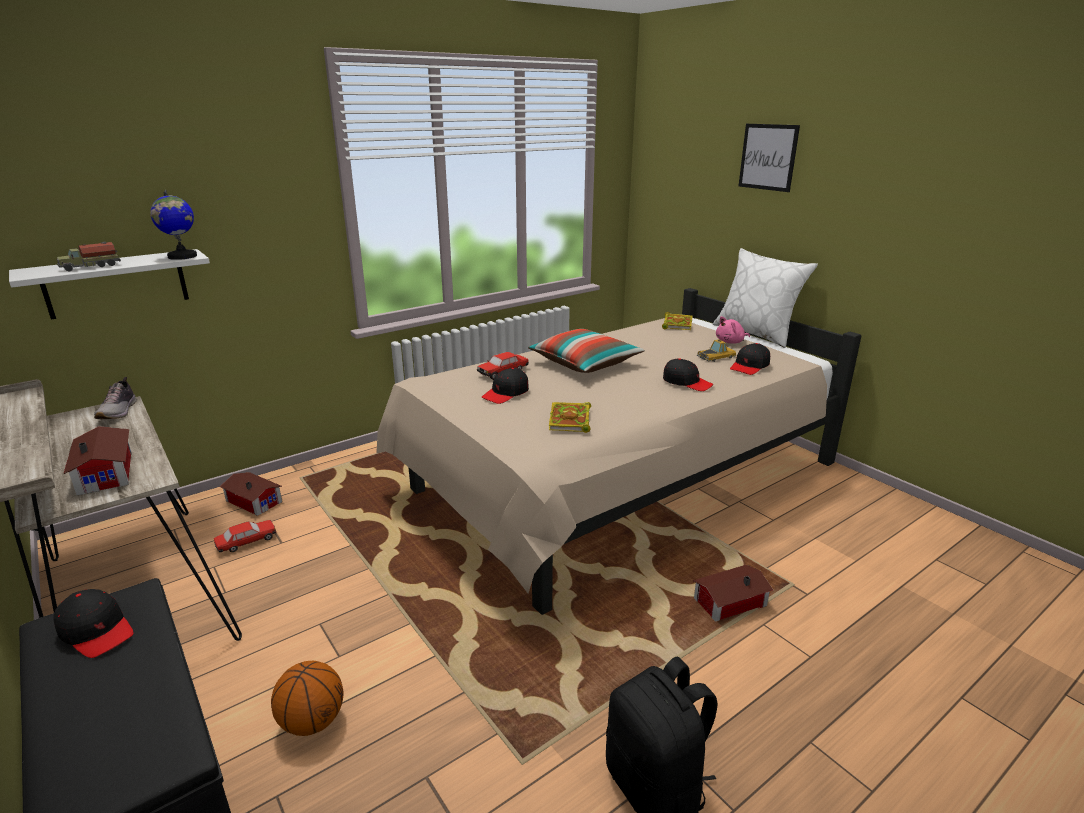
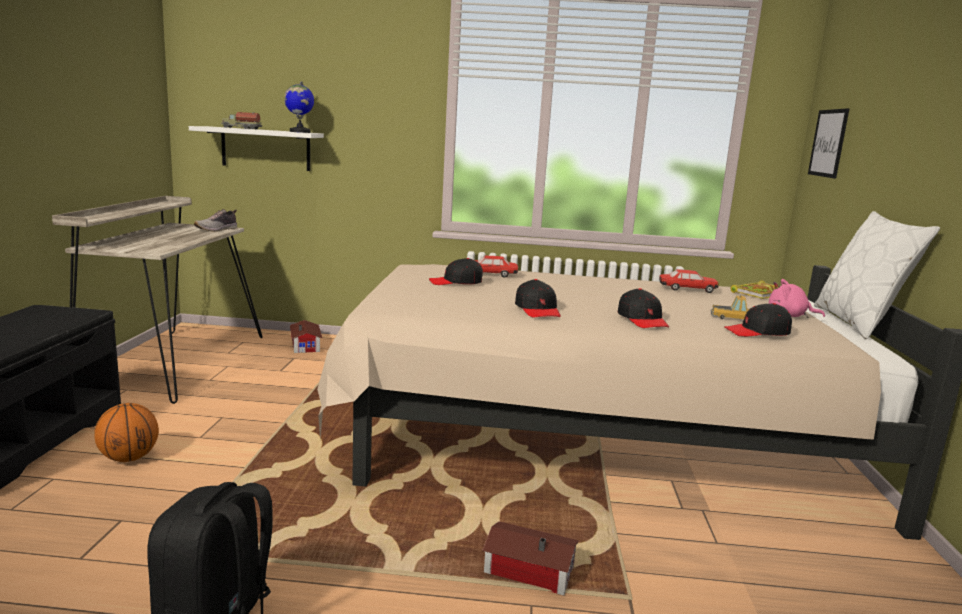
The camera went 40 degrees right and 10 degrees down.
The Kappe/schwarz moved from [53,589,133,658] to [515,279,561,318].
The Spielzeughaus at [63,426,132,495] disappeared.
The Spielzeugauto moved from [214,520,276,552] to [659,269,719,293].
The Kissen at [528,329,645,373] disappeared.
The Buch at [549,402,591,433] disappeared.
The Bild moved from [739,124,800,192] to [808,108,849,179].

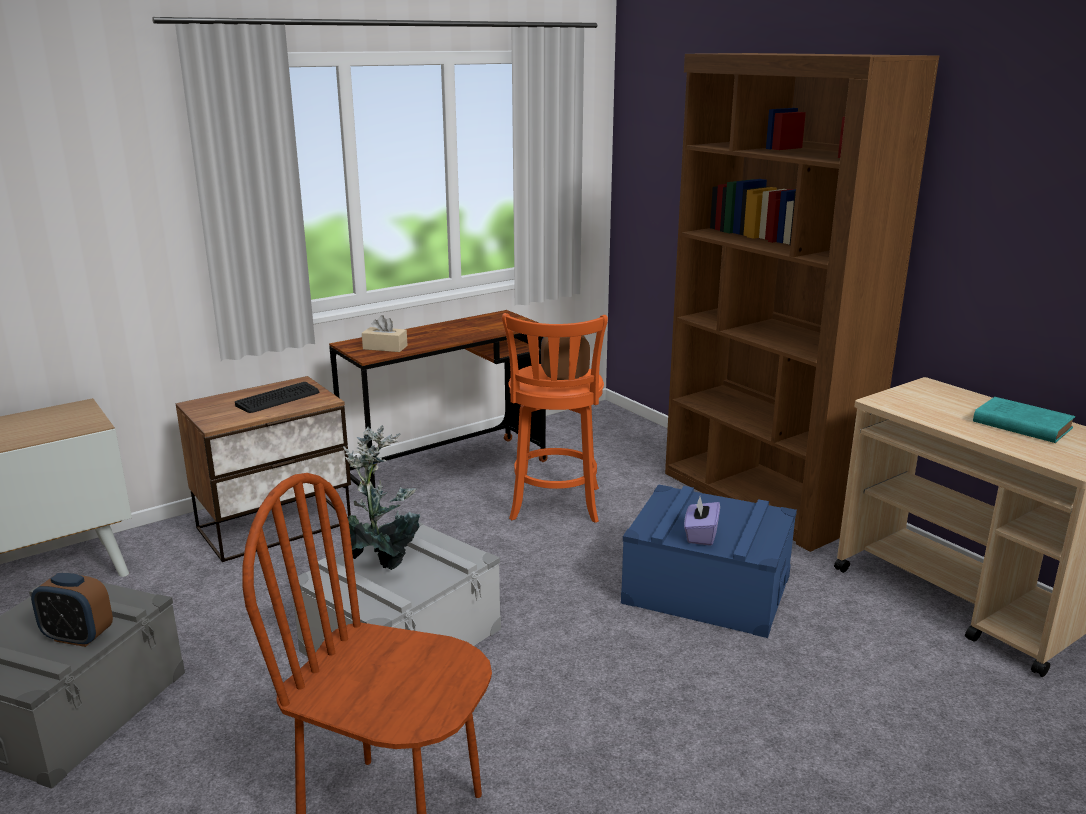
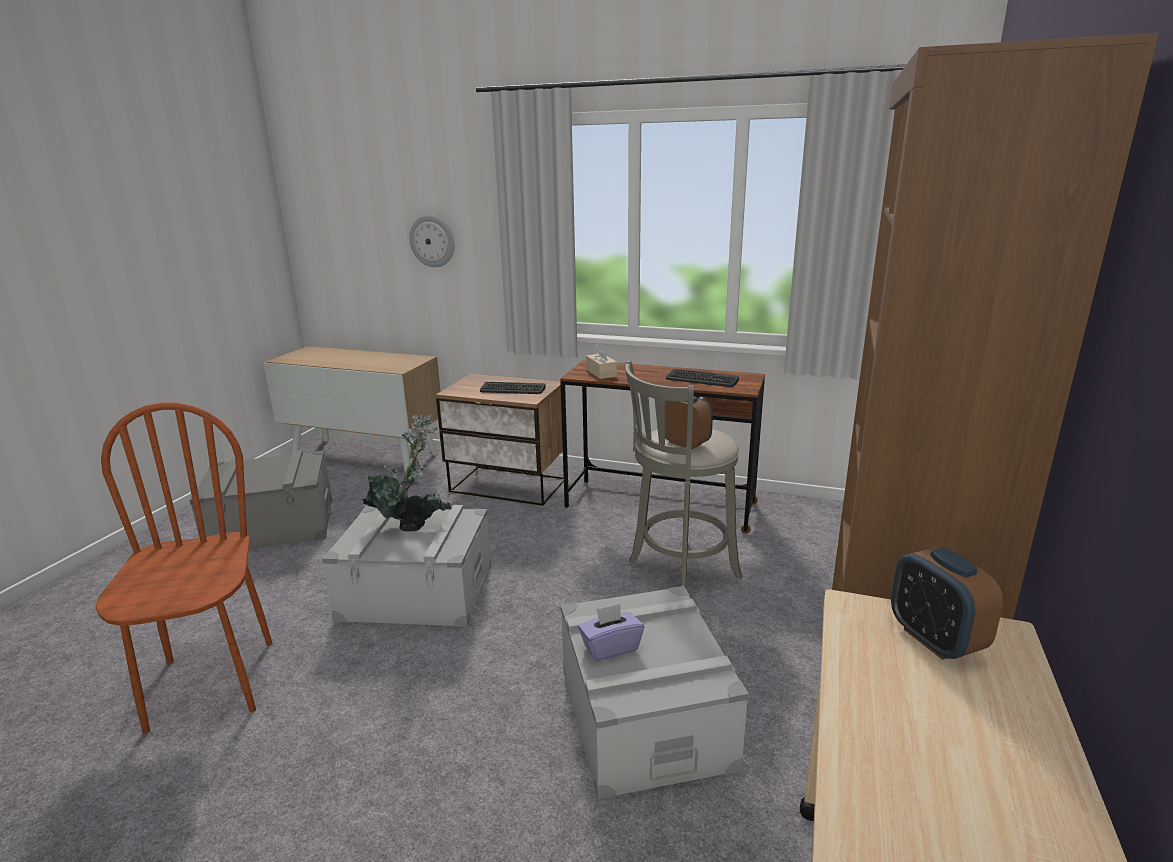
The camera went 55 degrees right and 0 degrees up.
The Wecker moved from [31,573,113,647] to [891,547,1003,660].
The Hocker/orange at [502,313,608,523] became the Hocker/grau at [625,361,742,589].
The Aufbewahrungsbox/blau at [621,484,797,638] became the Aufbewahrungsbox/grau at [561,586,749,800].
The Buch/türkis at [973,397,1075,443] disappeared.
The Wanduhr at [409,215,455,267] appeared.
The Tastatur at [666,369,739,387] appeared.

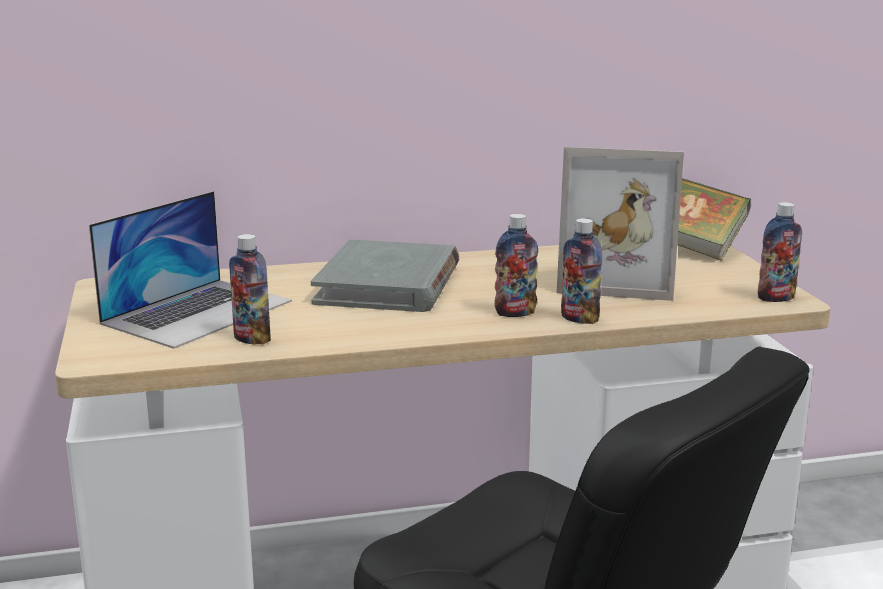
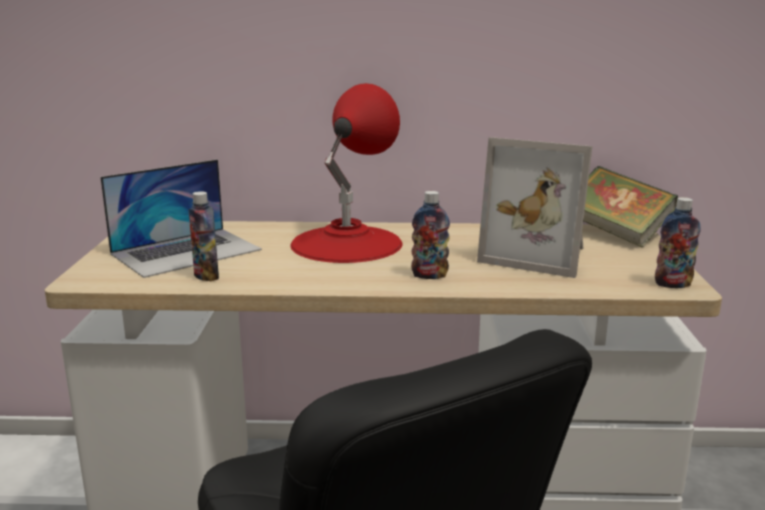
The camera went 15 degrees right and 0 degrees up.
The Buch/grau at [311,240,459,312] was replaced by the Tischlampe/rot at [290,83,403,263].
The Flasche at [561,218,602,324] disappeared.

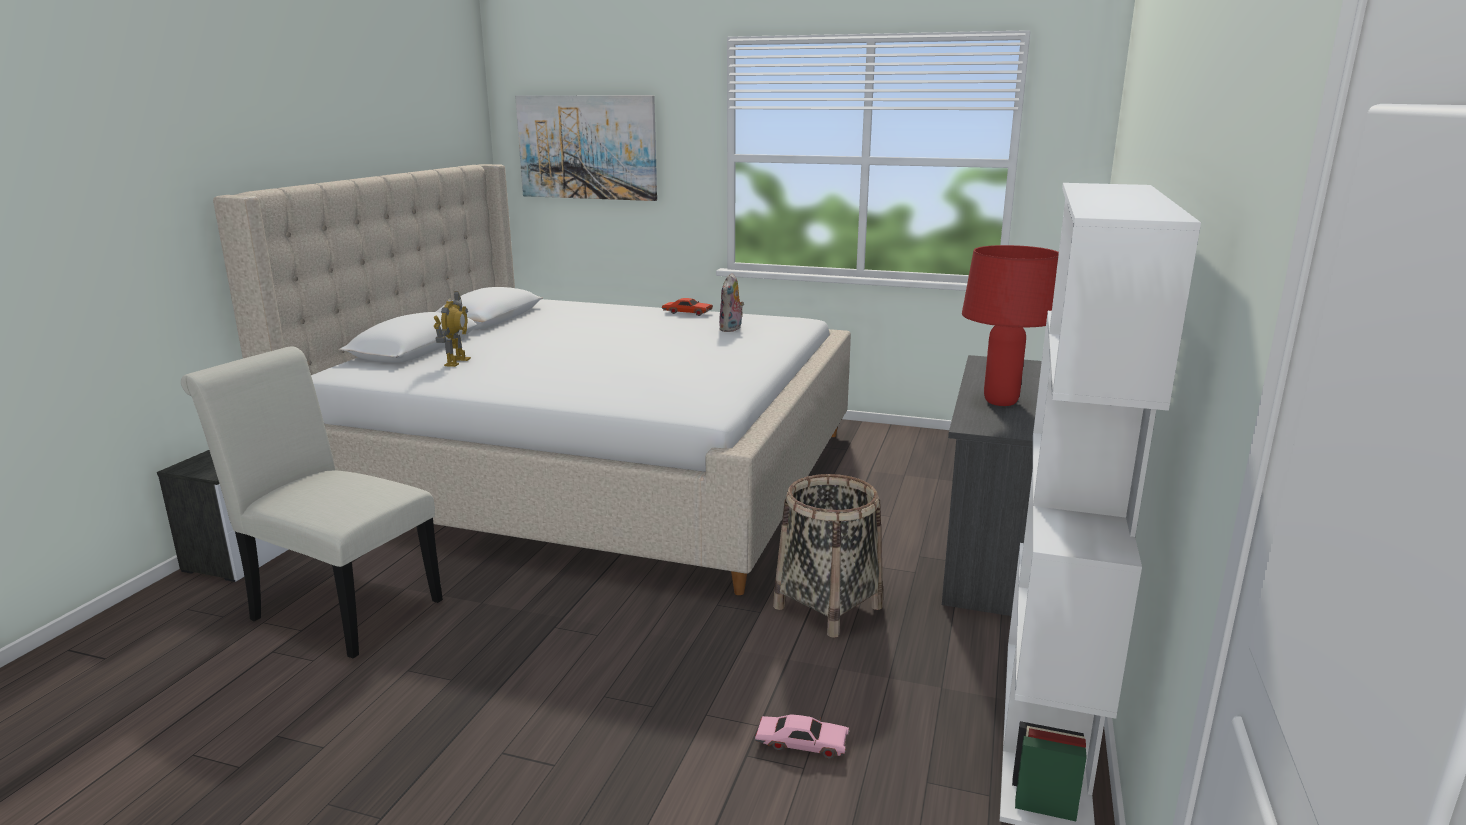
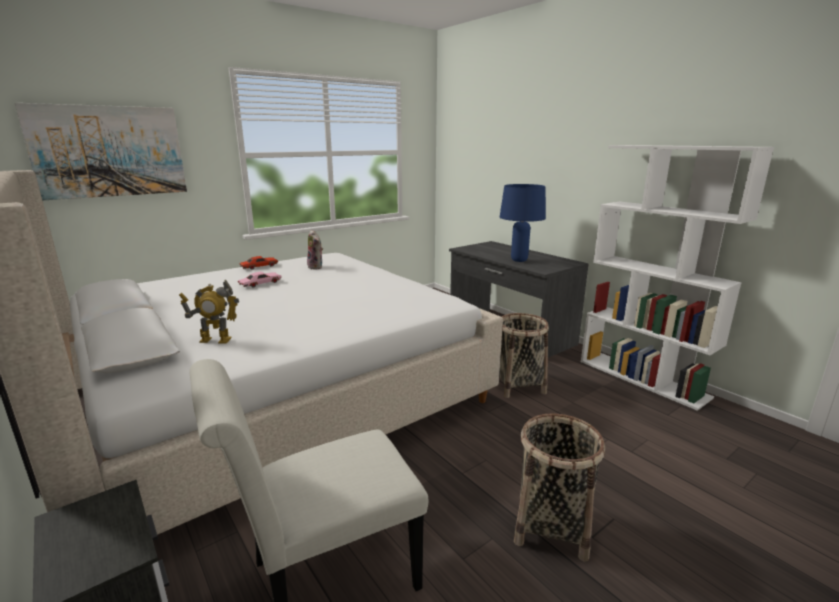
The camera went 55 degrees left and 0 degrees up.
The Spielzeugroboter at [434,291,471,367] turned 135 degrees clockwise.
The Spielzeugauto/rosa moved from [755,714,849,759] to [238,272,282,287].
The Tischlampe/rot at [962,245,1059,406] became the Tischlampe/blau at [500,184,546,262].
The Korb at [514,413,605,562] appeared.

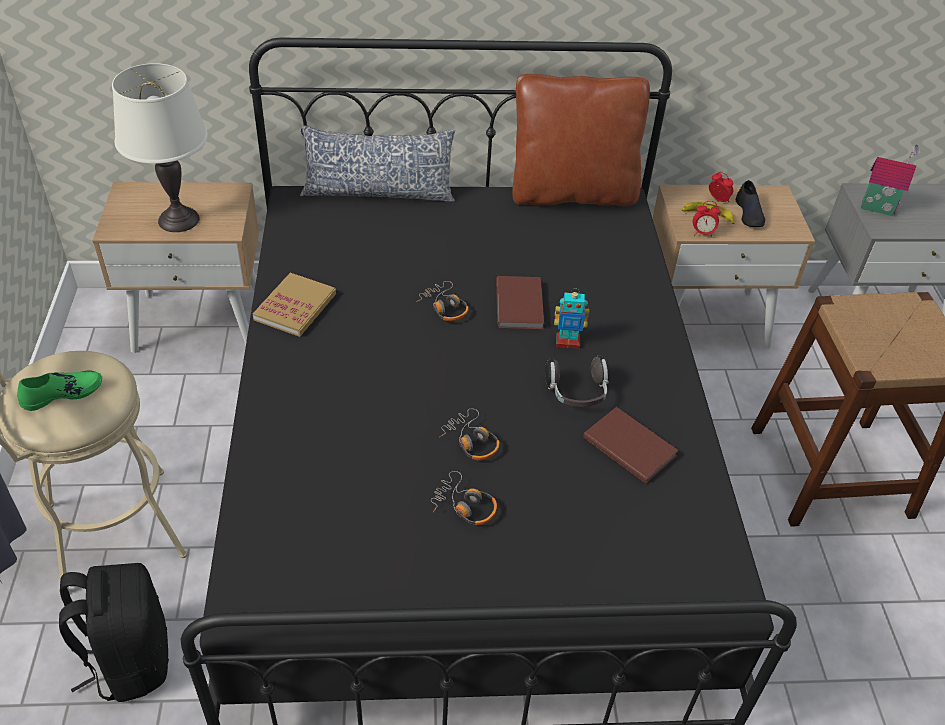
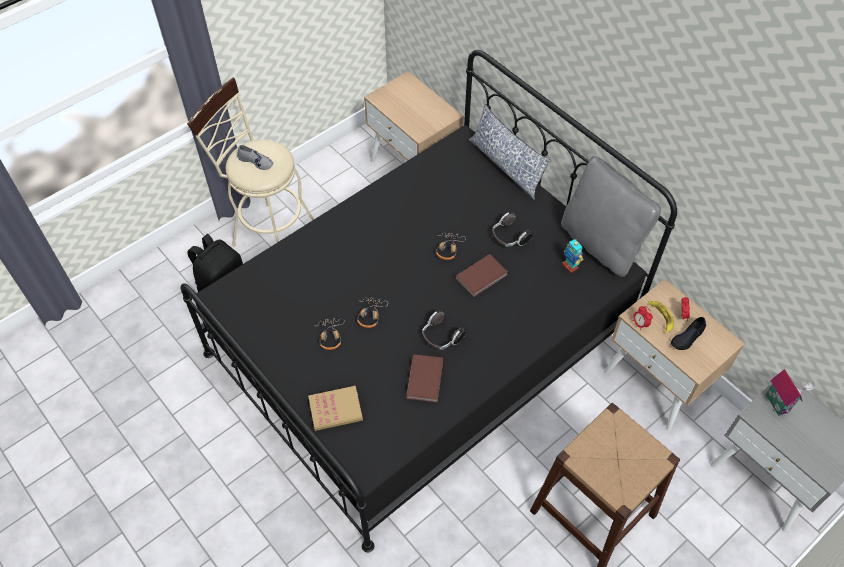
The camera went 55 degrees right and 10 degrees up.
The Schuh/grün at [17,370,102,411] became the Schuh/grau at [237,145,274,170].
The Tischlampe/weiß at [112,63,208,232] disappeared.
The Buch moved from [253,273,336,337] to [308,386,363,431].
The Kissen/braun at [512,74,650,206] became the Kissen/grau at [561,156,661,277].
The Spielzeugroboter moved from [554,288,589,349] to [562,239,583,274].
The Kopfhörer at [492,212,532,247] appeared.

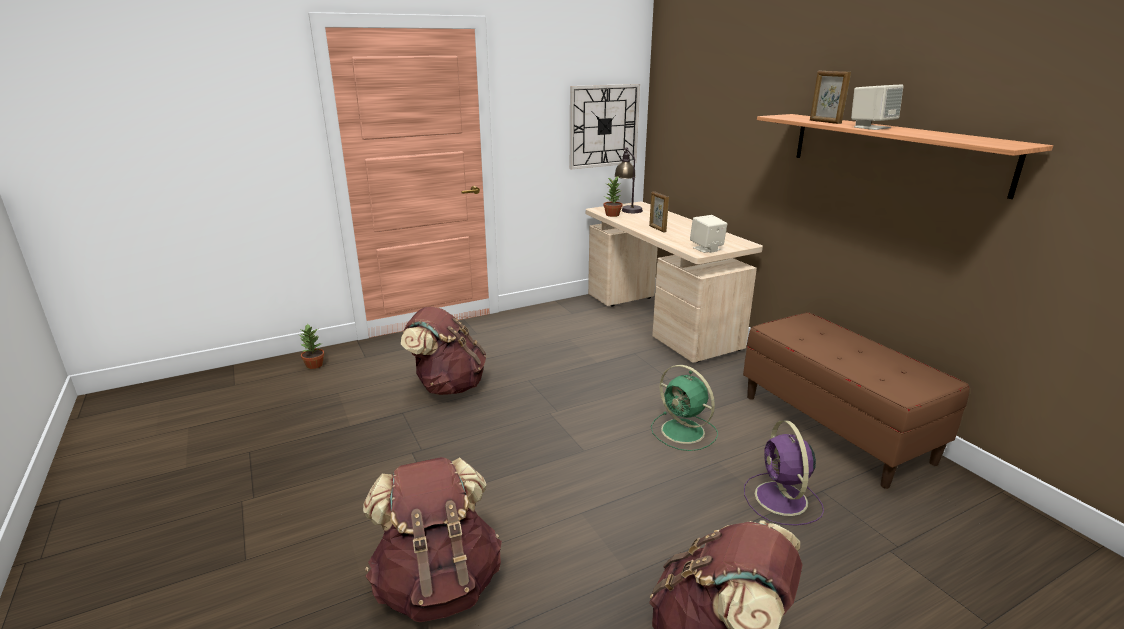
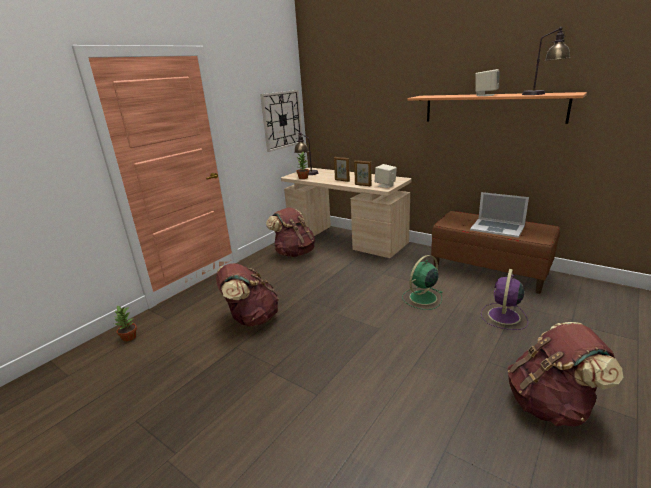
The camera went 25 degrees left and 0 degrees up.
The Rucksack/braun moved from [363,457,502,622] to [266,207,315,257].
The Ventilator/grün at [651,365,718,451] turned 120 degrees clockwise.
The Ventilator/lila at [744,420,824,525] turned 60 degrees clockwise.
The Bilderrahmen moved from [810,71,851,124] to [354,160,372,186].
The Laptop at [470,192,529,238] appeared.
The Tischlampe at [522,27,570,95] appeared.

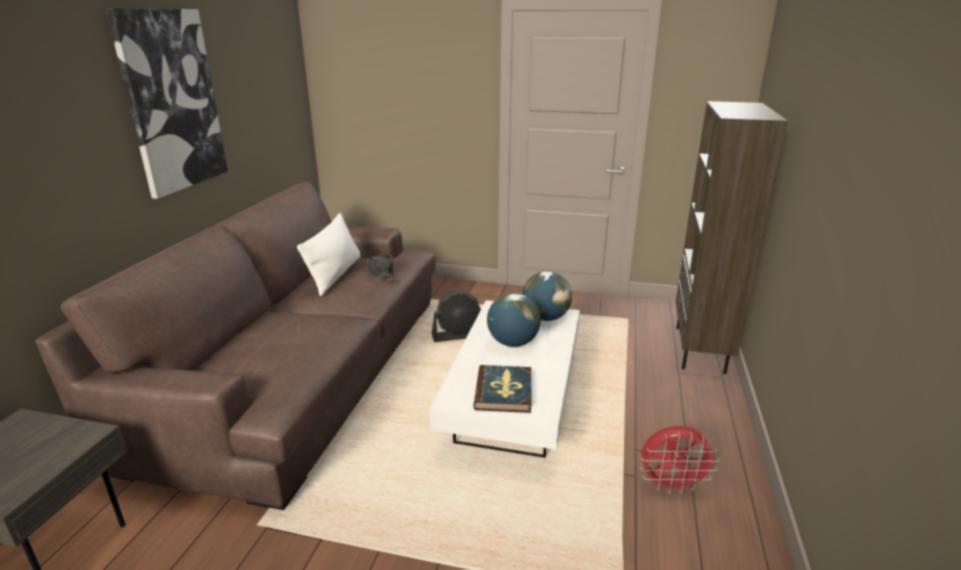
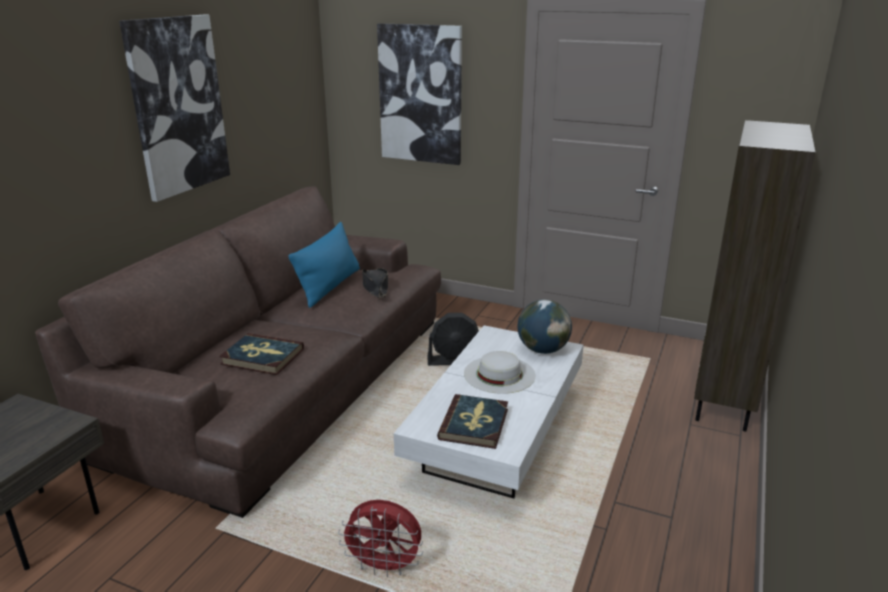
The camera went 10 degrees right and 0 degrees up.
The Kissen/weiß at [297,213,360,296] became the Kissen/blau at [289,222,360,308].
The Globus at [487,293,541,347] was replaced by the Hut/weiß at [464,351,536,394].
The Ventilator/rot moved from [640,426,719,494] to [338,500,423,577].
The Buch at [219,333,304,375] appeared.
The Bild at [377,23,462,165] appeared.

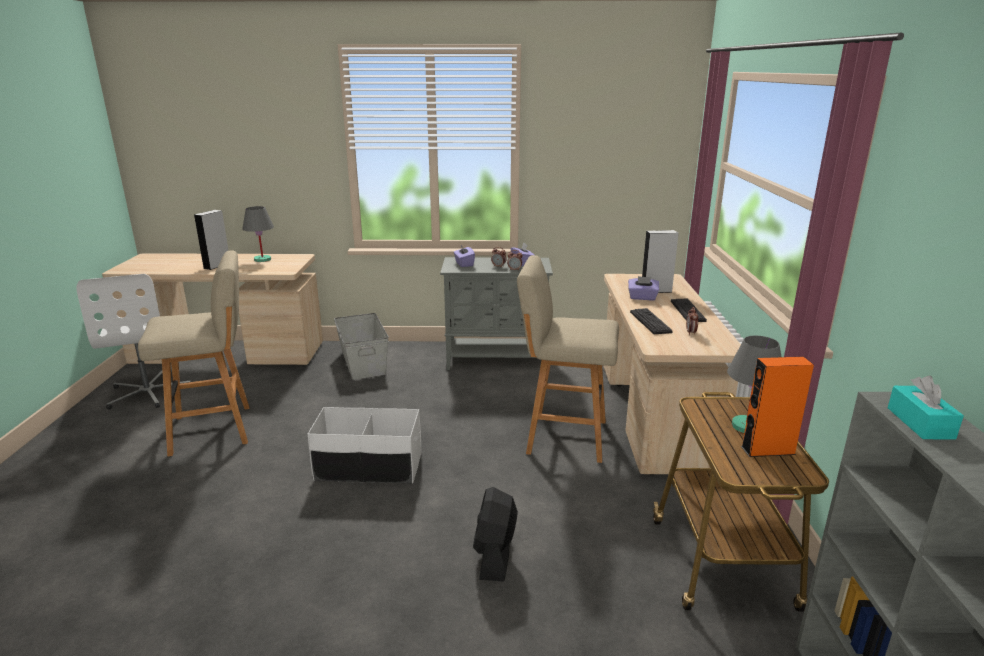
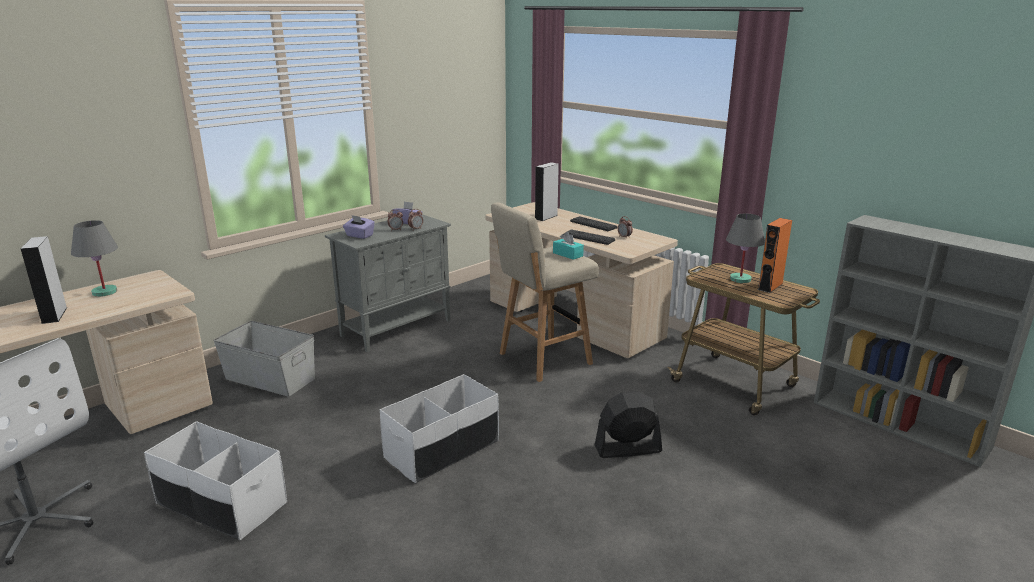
The camera went 45 degrees left and 0 degrees up.
The Hocker/beige at [138,250,249,457] was replaced by the Aufbewahrungsbox/weiß at [144,421,287,540].
The Ventilator/schwarz at [473,487,518,582] turned 120 degrees clockwise.
The Taschentuchbox/lila at [628,276,659,300] disappeared.
The Taschentuchbox/türkis moved from [888,376,964,440] to [553,232,584,260].

